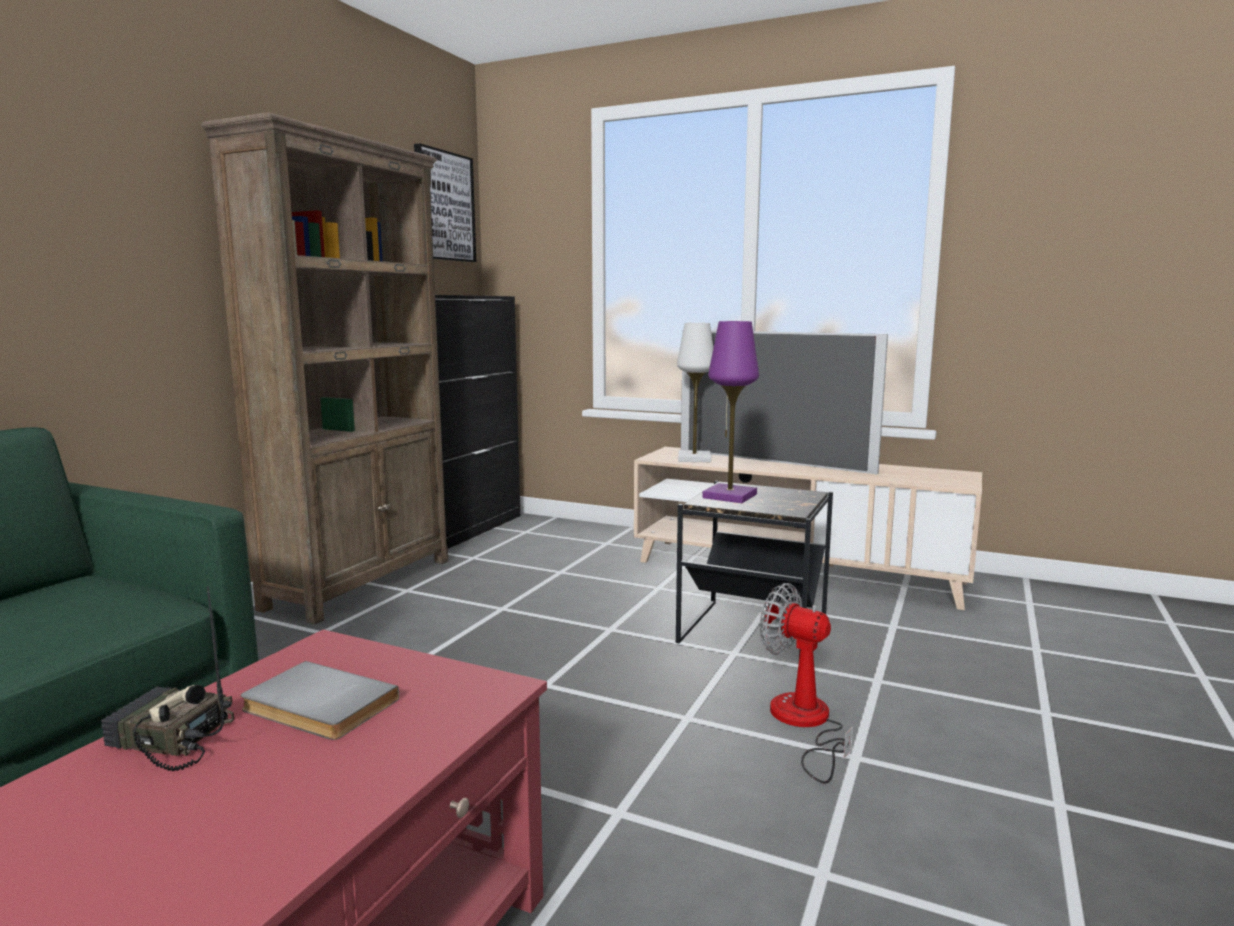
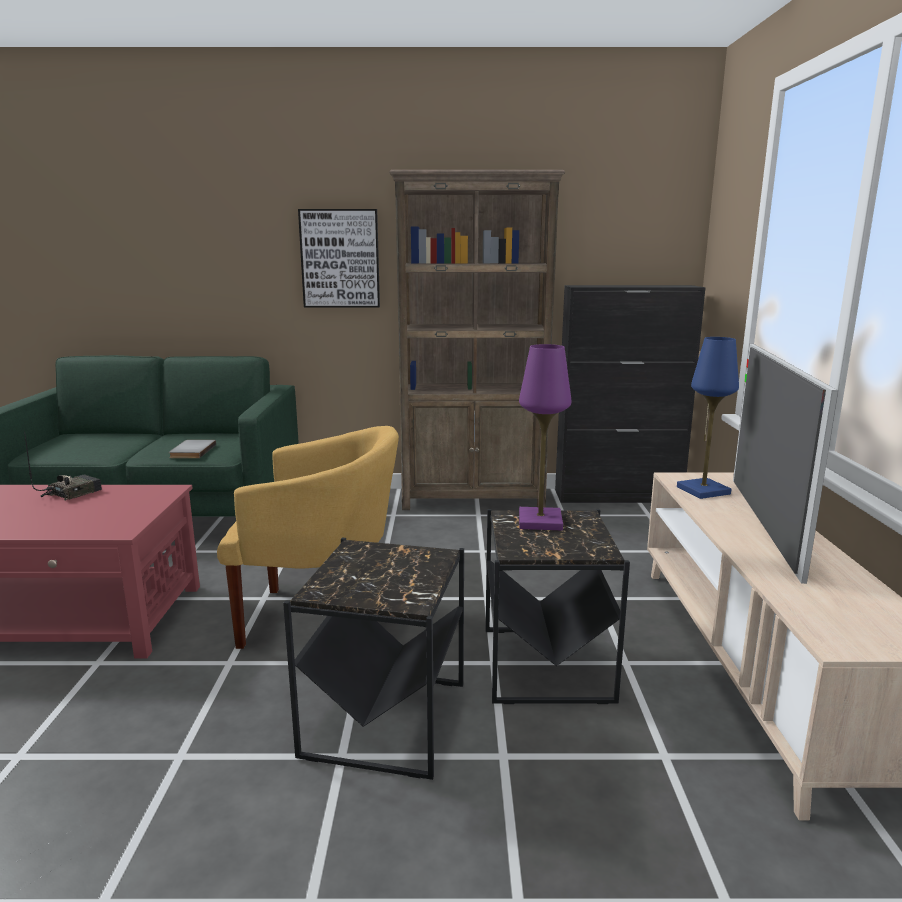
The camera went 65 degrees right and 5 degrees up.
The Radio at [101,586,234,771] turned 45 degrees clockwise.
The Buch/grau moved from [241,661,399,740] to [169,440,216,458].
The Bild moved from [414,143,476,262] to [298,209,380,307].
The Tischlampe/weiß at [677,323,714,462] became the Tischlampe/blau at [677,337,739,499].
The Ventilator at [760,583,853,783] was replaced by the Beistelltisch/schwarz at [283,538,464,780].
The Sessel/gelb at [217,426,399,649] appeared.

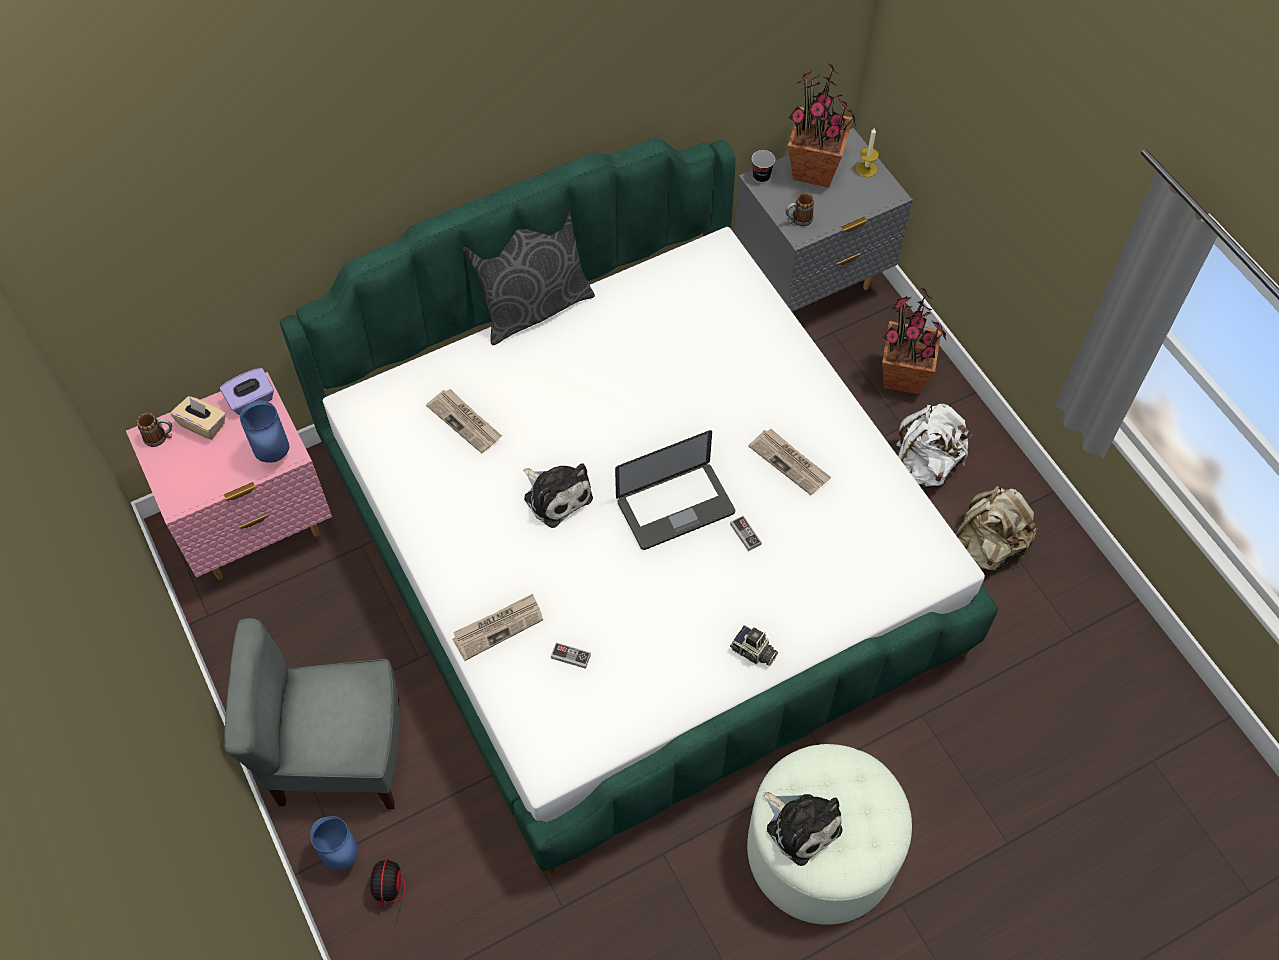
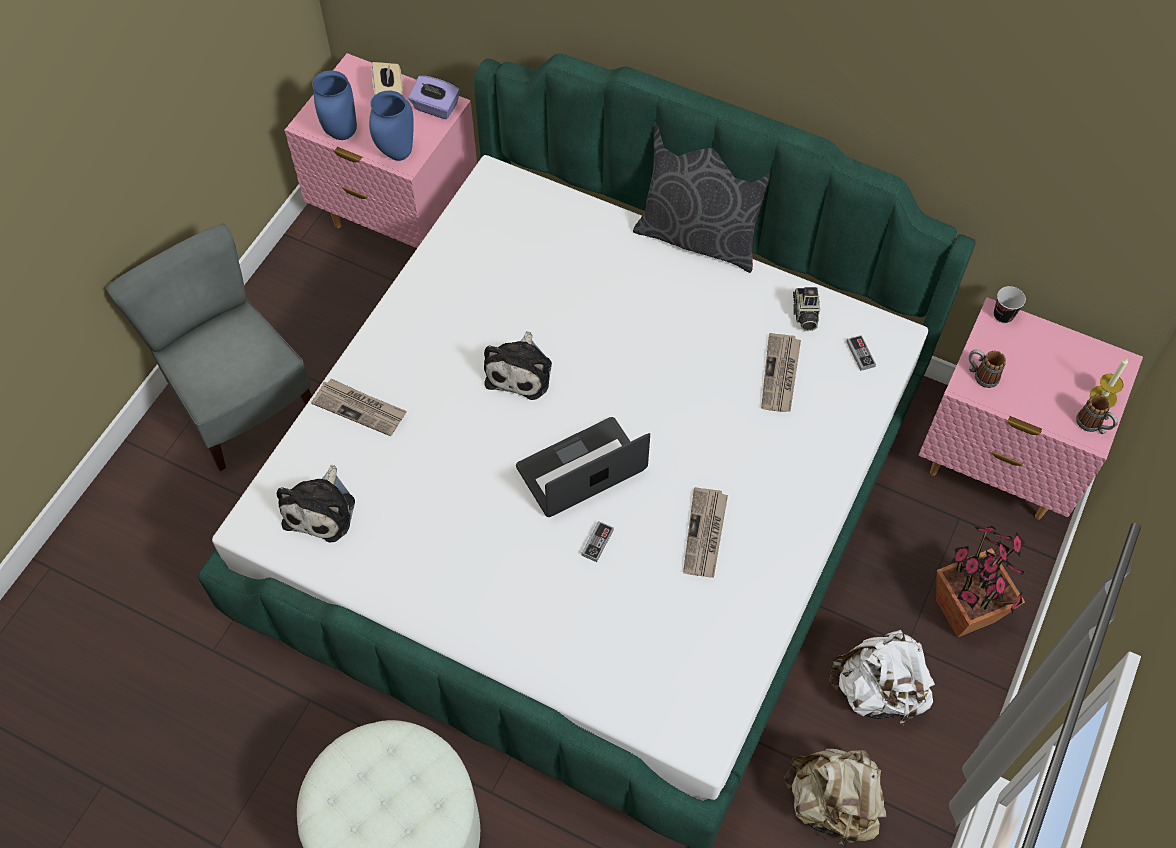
The camera went 55 degrees right and 0 degrees up.
The Henkelbecher moved from [137,413,172,447] to [1076,394,1118,434].
The Vase/blau moved from [310,816,358,870] to [312,70,357,140].
The Ventilator at [370,859,485,951] disappeared.
The Zeitung moved from [426,389,502,453] to [761,333,801,412].
The Gamepad moved from [551,643,591,669] to [846,335,876,371].
The Laptop at [615,430,735,550] turned 120 degrees clockwise.
The Kamera moved from [730,625,778,666] to [793,287,820,331].
The Nachttisch/grau at [734,128,913,311] became the Nachttisch/rosa at [919,297,1143,520].
The Plüschtier moved from [763,792,842,866] to [277,465,355,543].
The Topfpflanze at [788,64,856,187] disappeared.

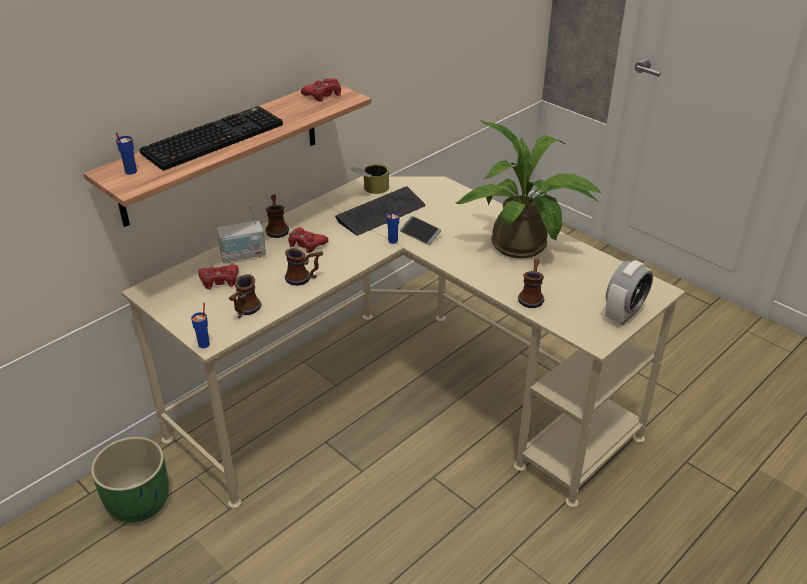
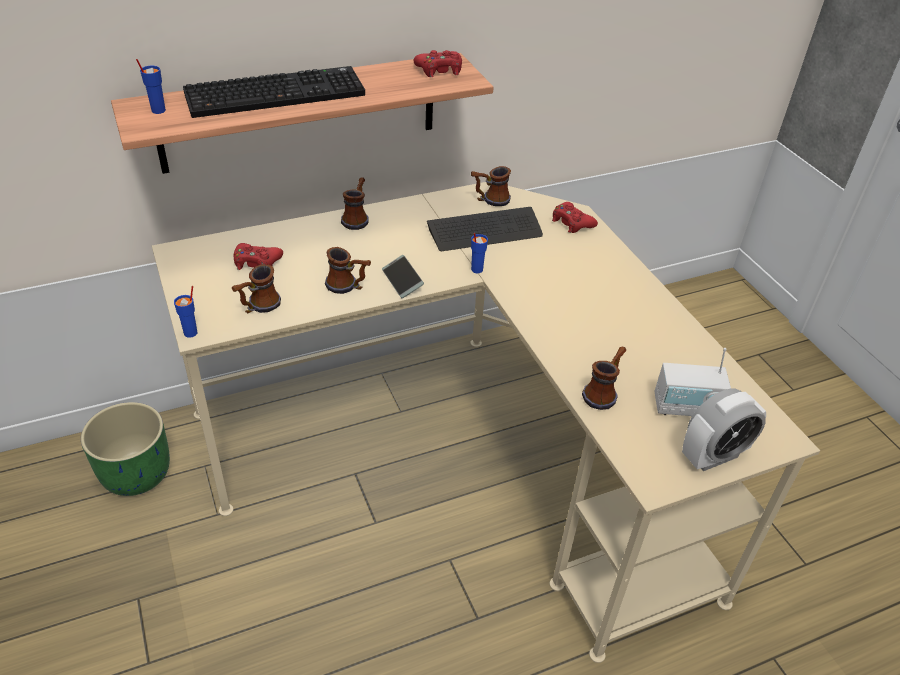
The camera went 20 degrees right and 5 degrees up.
The Radio moved from [217,204,266,263] to [655,348,731,416].
The Gamepad/rot moved from [288,227,329,253] to [552,202,598,233].
The Dose at [350,164,389,194] was replaced by the Henkelbecher at [471,166,511,206].
The Handy moved from [400,216,441,245] to [382,255,424,298].
The Topfpflanze at [455,120,601,258] disappeared.

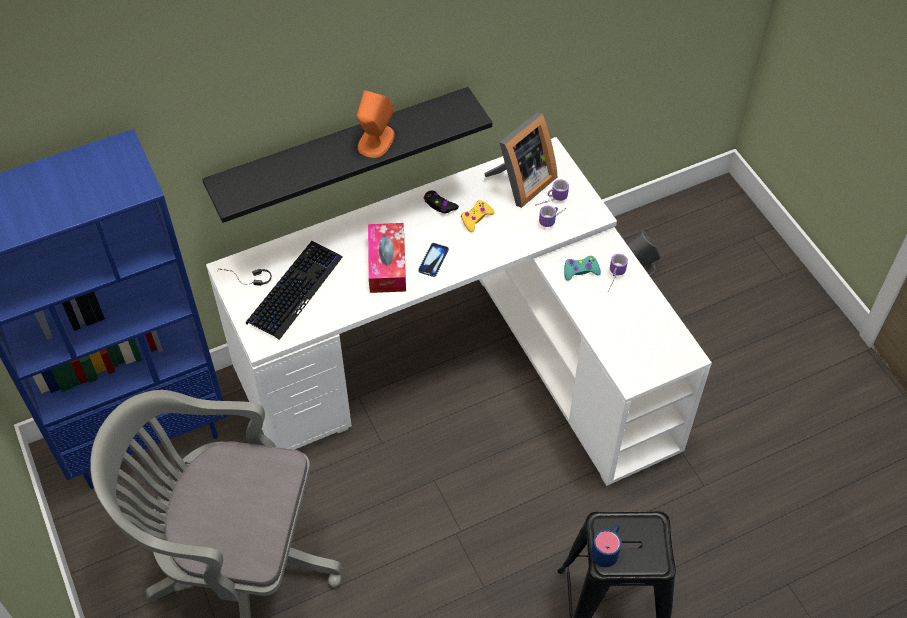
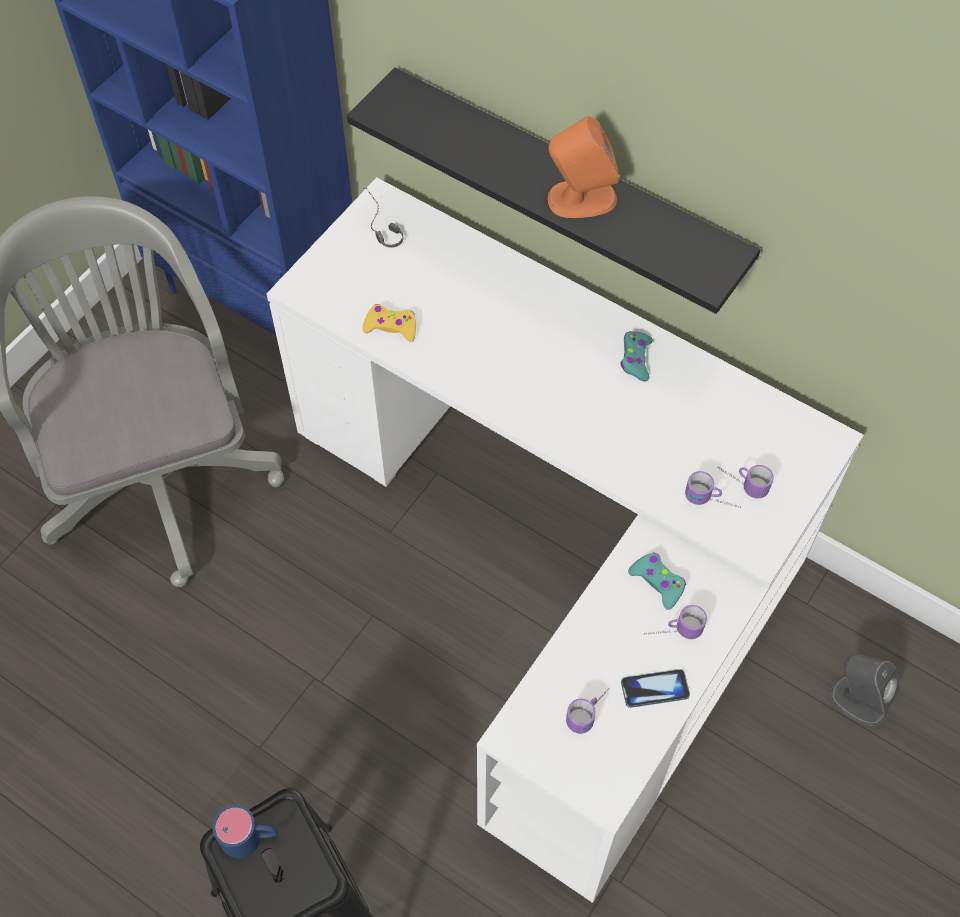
The camera went 60 degrees right and 5 degrees up.
The Tastatur at [246,241,343,340] disappeared.
The Taschentuchbox at [368,223,406,293] disappeared.
The Handy moved from [418,243,449,277] to [621,669,690,708].
The Gamepad/schwarz at [424,191,459,214] became the Gamepad/türkis at [621,331,653,382].
The Gamepad/gelb moved from [461,200,495,232] to [362,304,416,342].
The Bilderrahmen at [485,112,557,208] disappeared.
The Henkelbecher at [566,688,609,734] appeared.

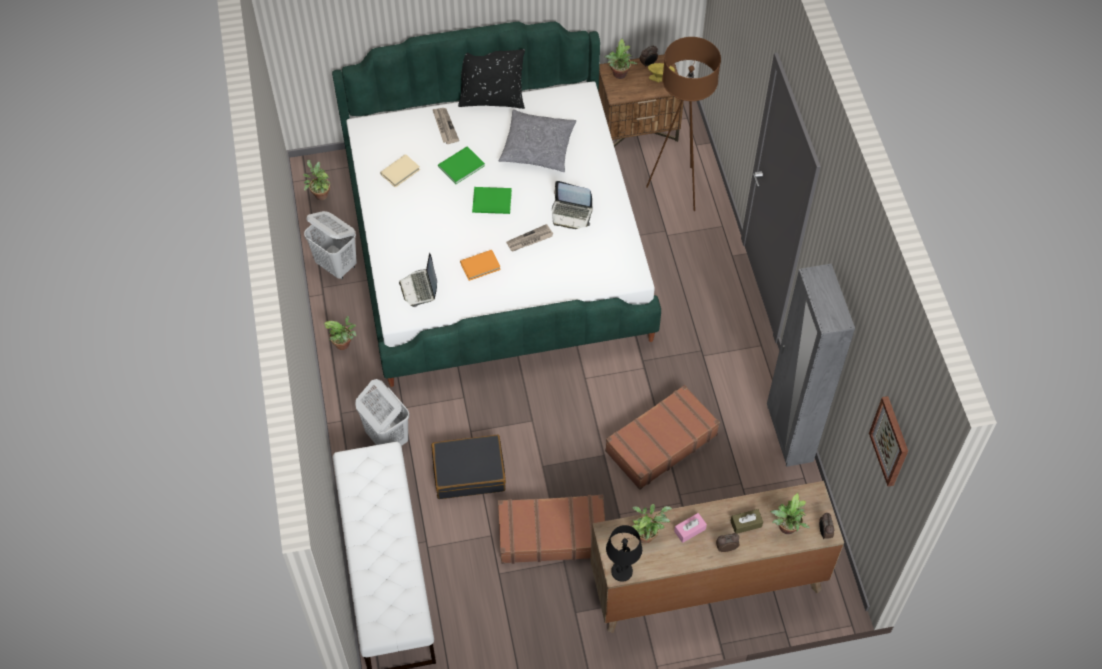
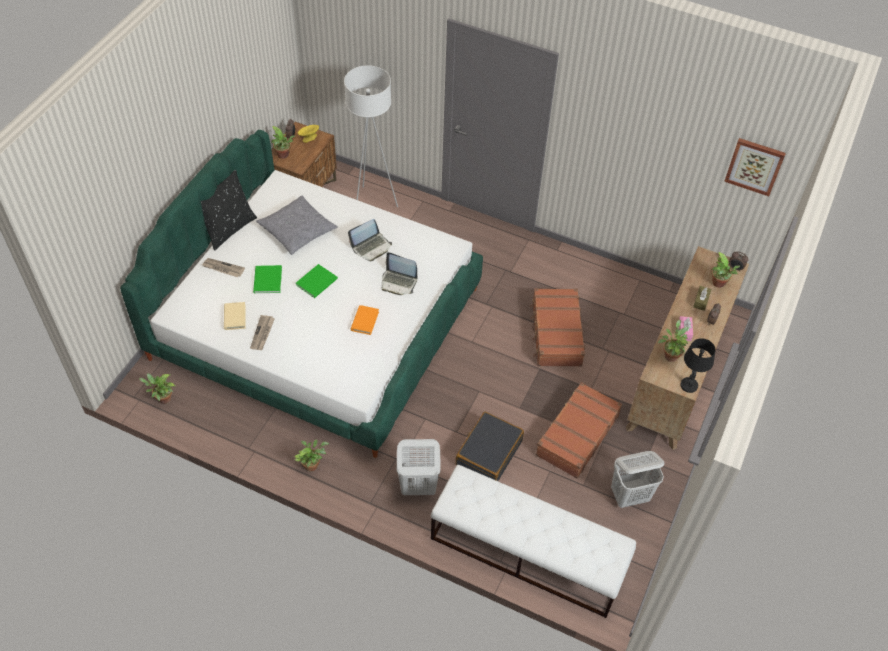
The camera went 55 degrees left and 5 degrees down.
The Wäschekorb/weiß moved from [304,211,357,279] to [611,451,664,508].
The Laptop moved from [399,253,437,307] to [382,252,417,295].
The Zeitung moved from [506,224,553,252] to [250,315,275,350].
The Stehlampe/braun at [646,37,721,211] became the Stehlampe/weiß at [344,65,398,207].
The Kleiderschrank/grau at [767,263,855,467] disappeared.

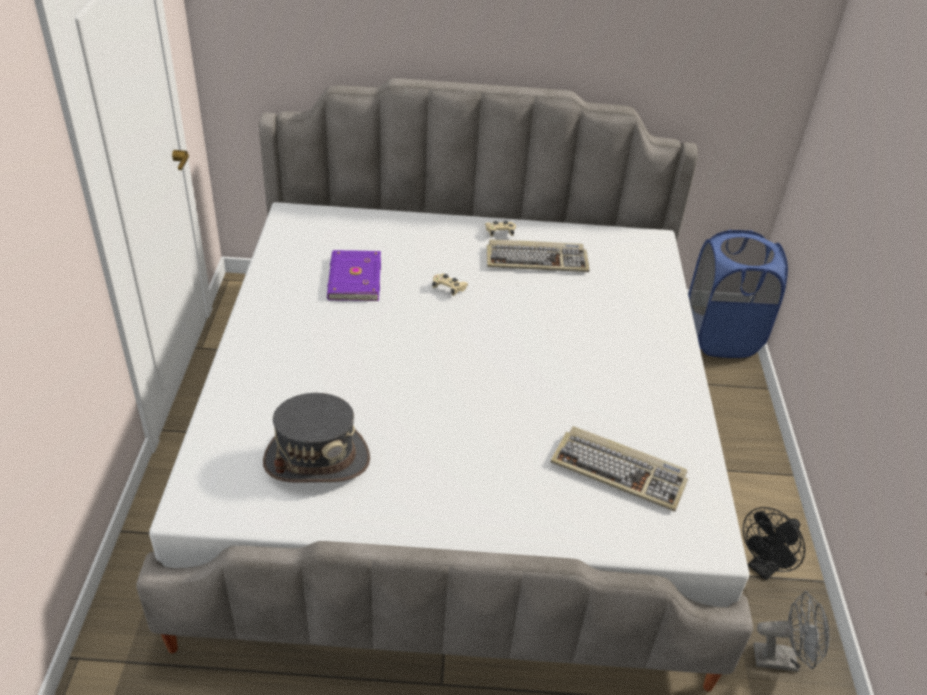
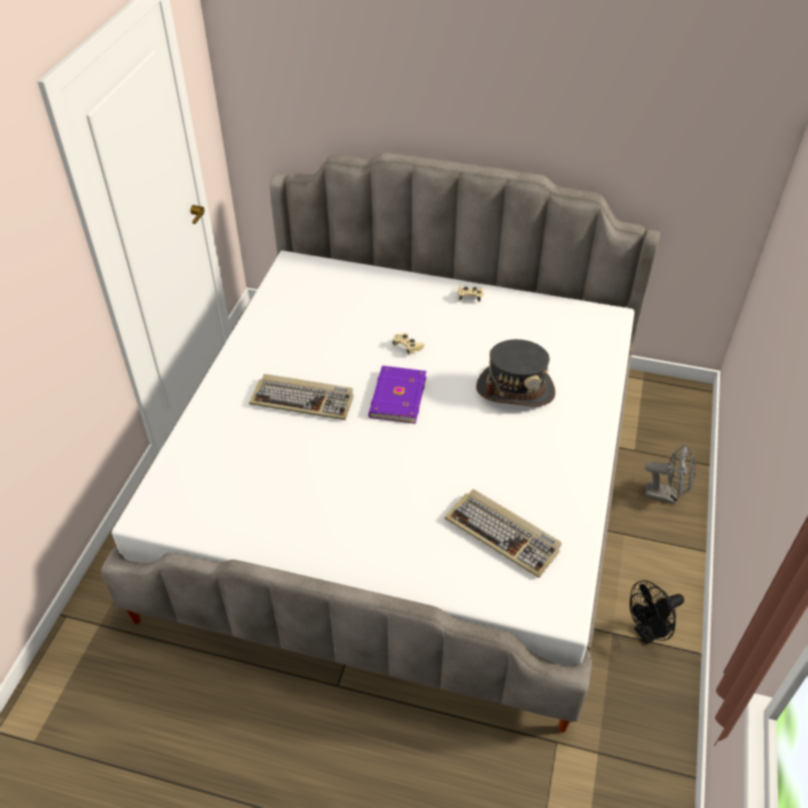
The camera went 15 degrees right and 5 degrees up.
The Hut/grau moved from [263,393,370,483] to [476,339,555,406].
The Buch/lila moved from [327,250,381,301] to [368,366,426,424].
The Tastatur moved from [487,239,590,272] to [249,374,354,420].
The Wäschekorb/blau at [688,230,788,358] disappeared.
The Ventilator/grau moved from [753,591,830,672] to [645,444,696,504].

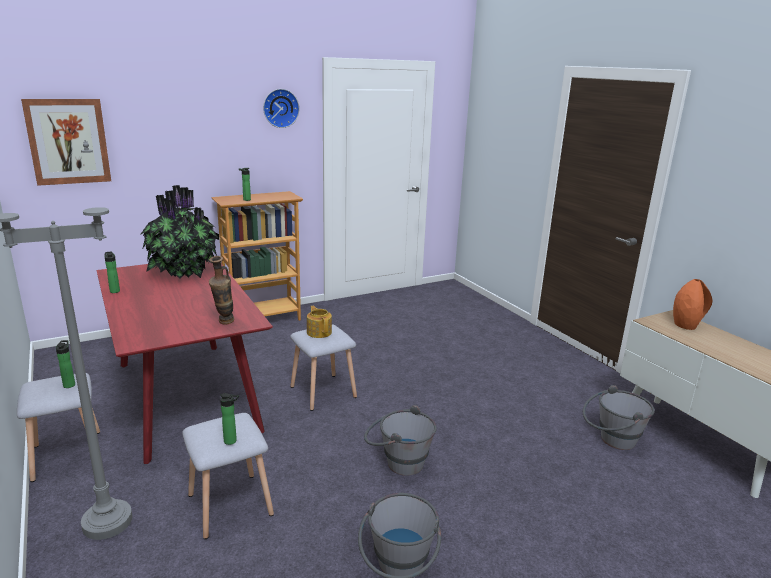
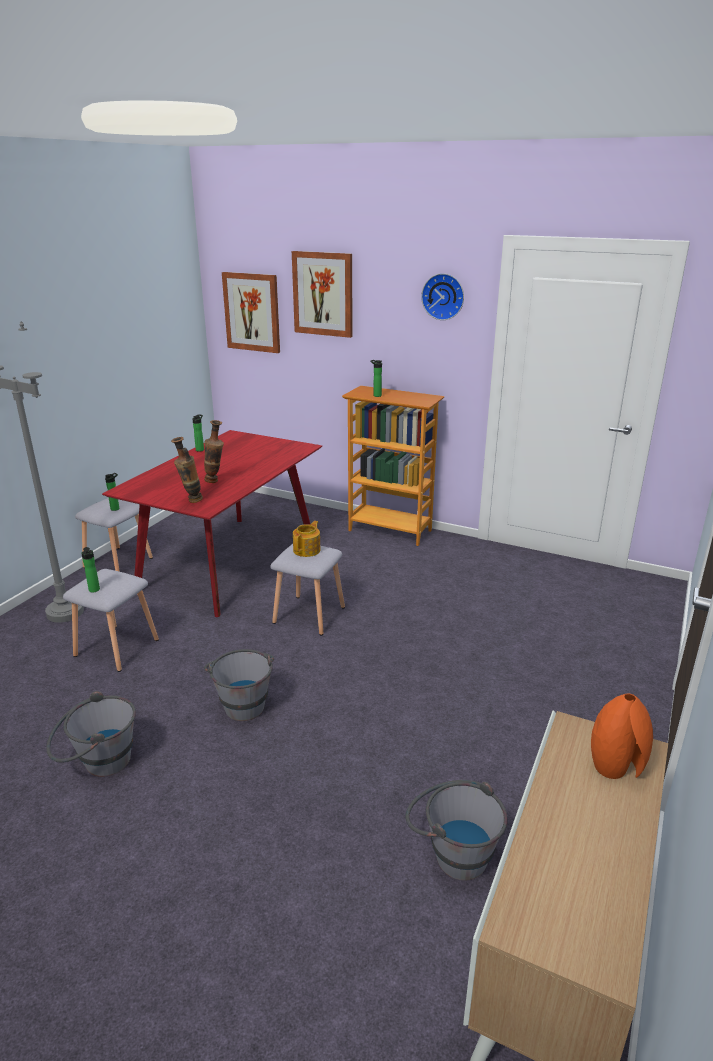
The camera went 55 degrees right and 5 degrees up.
The Topfpflanze at [140,185,219,279] disappeared.
The Vase at [204,420,224,483] appeared.
The Bild at [292,251,352,338] appeared.

